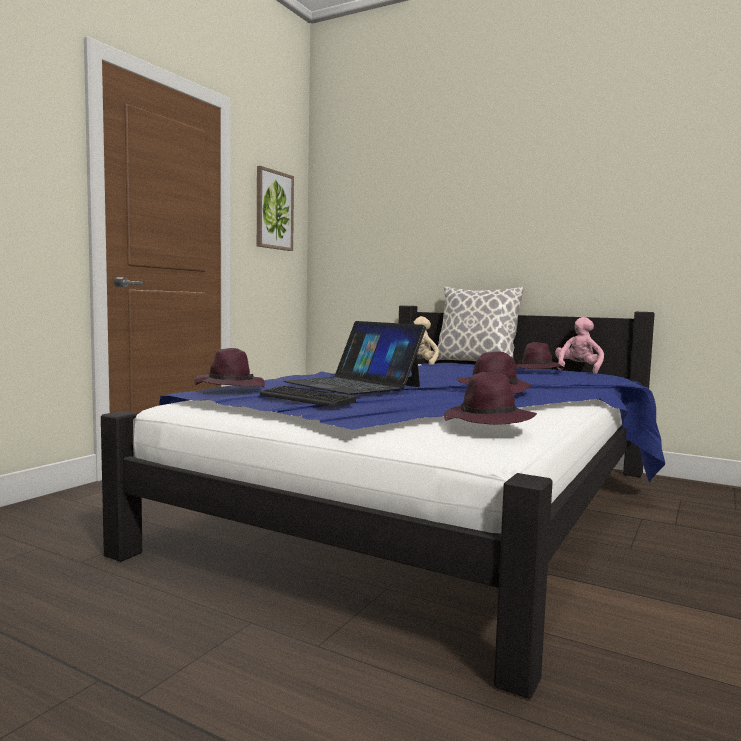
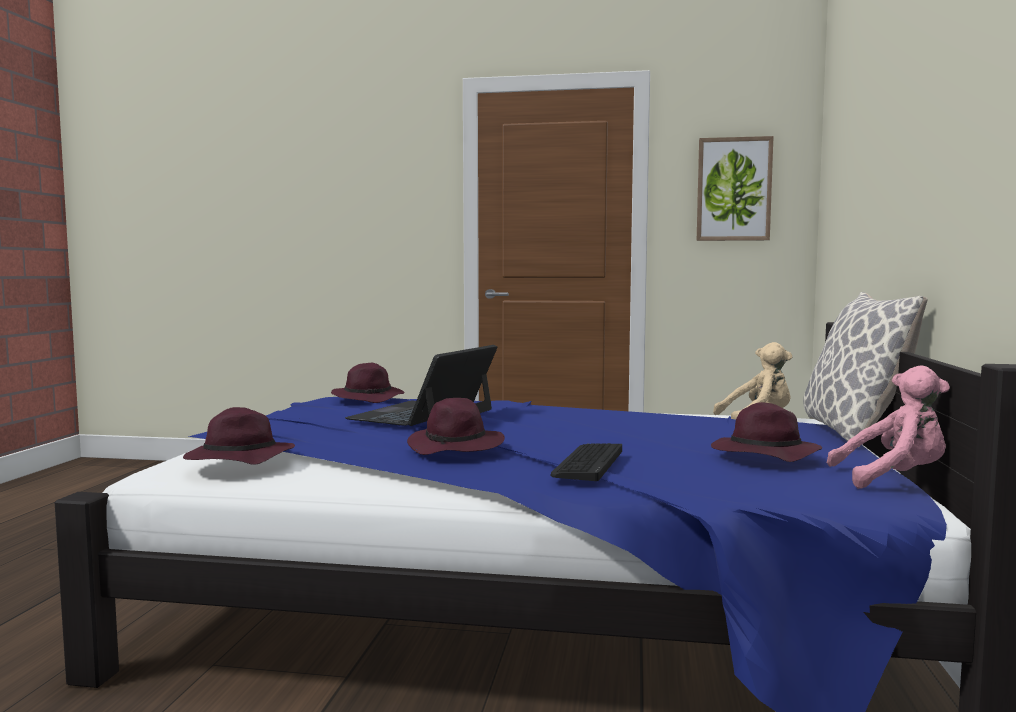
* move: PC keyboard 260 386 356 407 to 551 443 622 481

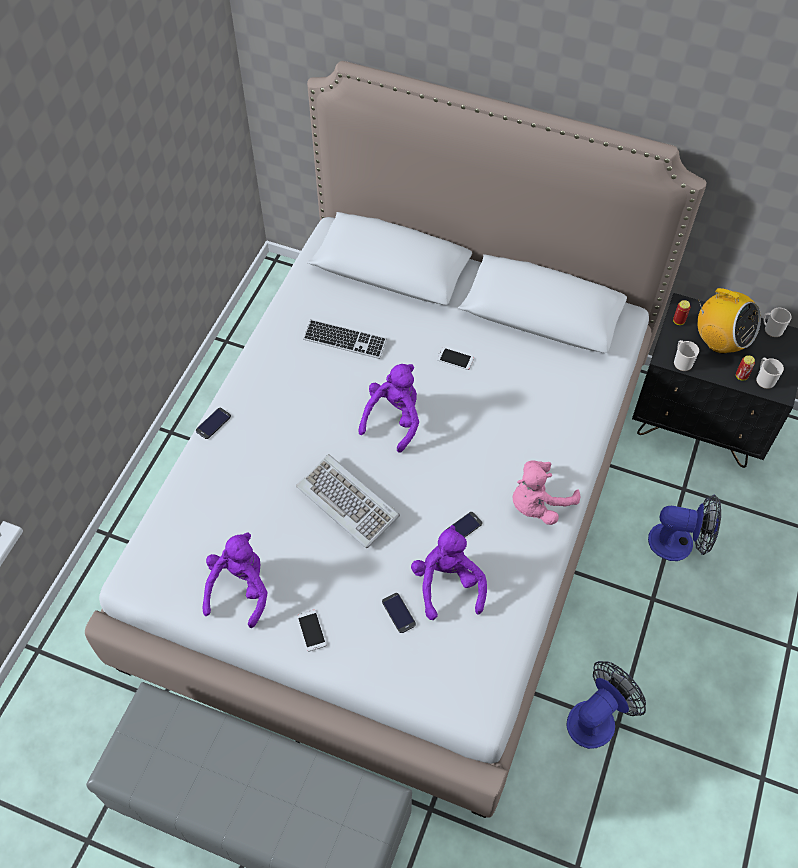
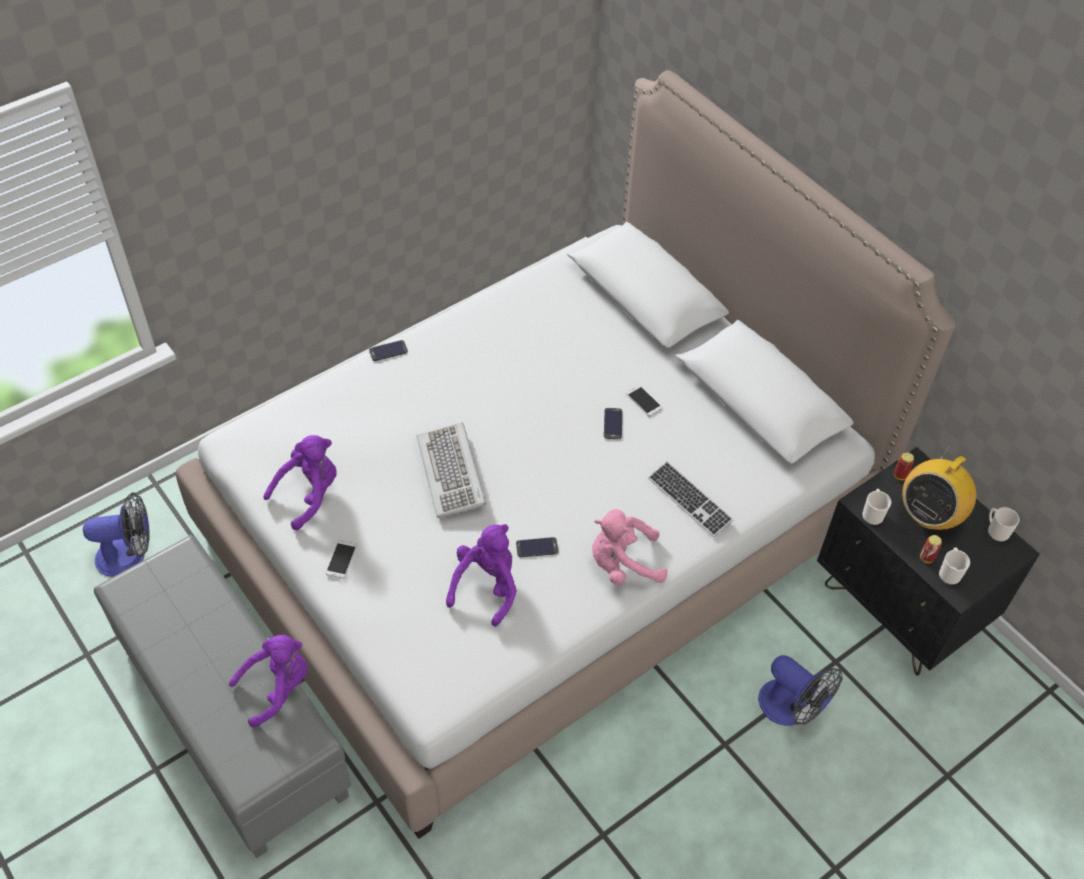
* move: PC keyboard 303 319 387 359 to 648 461 734 537
* move: purple plush toy 358 364 419 453 to 229 635 308 727
* move: handset 382 593 416 633 to 604 408 622 439
* move: cooling fan 566 661 646 749 to 83 492 150 577
* rotate: radio 697 288 761 354 = 902 445 976 530 60 degrees clockwise

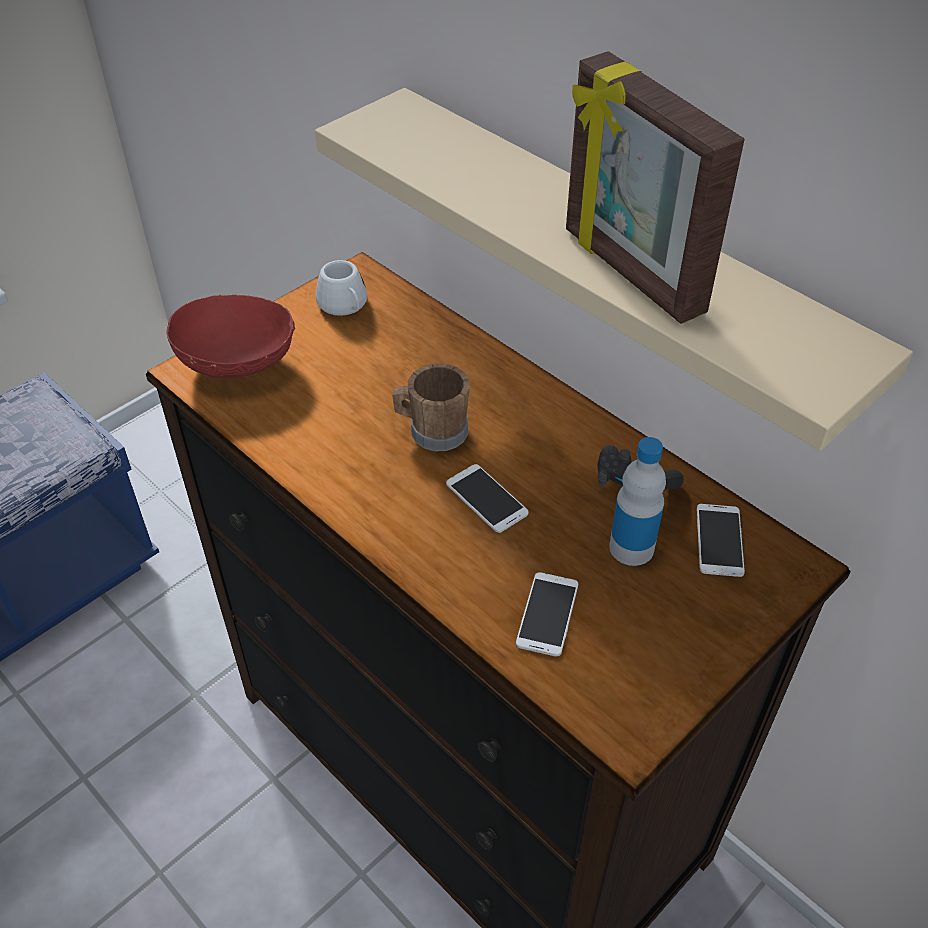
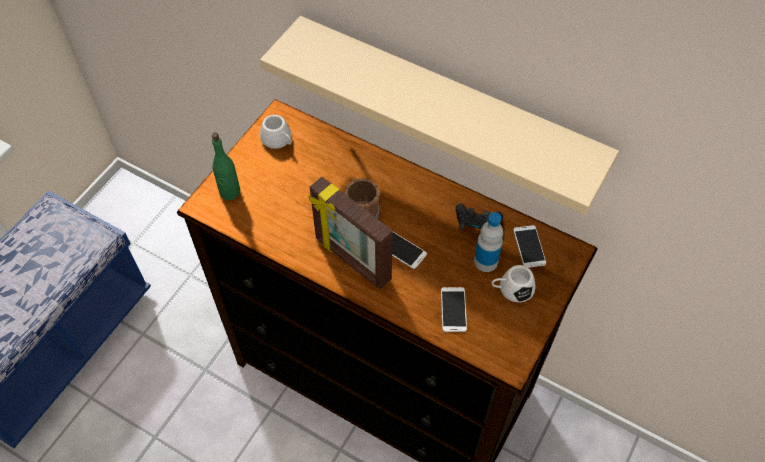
* replace: red-coloured deep dish 166 294 295 378 to green beverage bottle 212 132 240 200
* move: picture frame 566 51 744 324 to 308 177 393 290
* insert: white tea mug 491 265 536 302

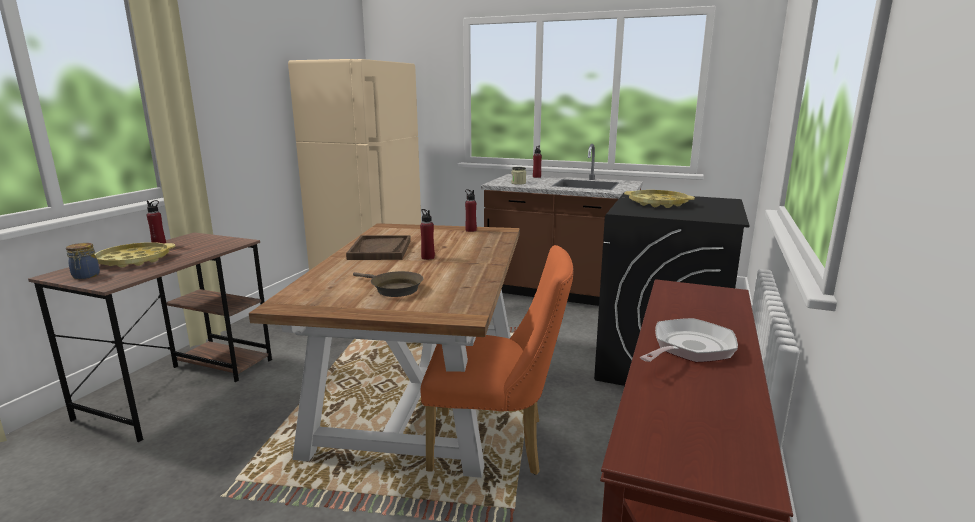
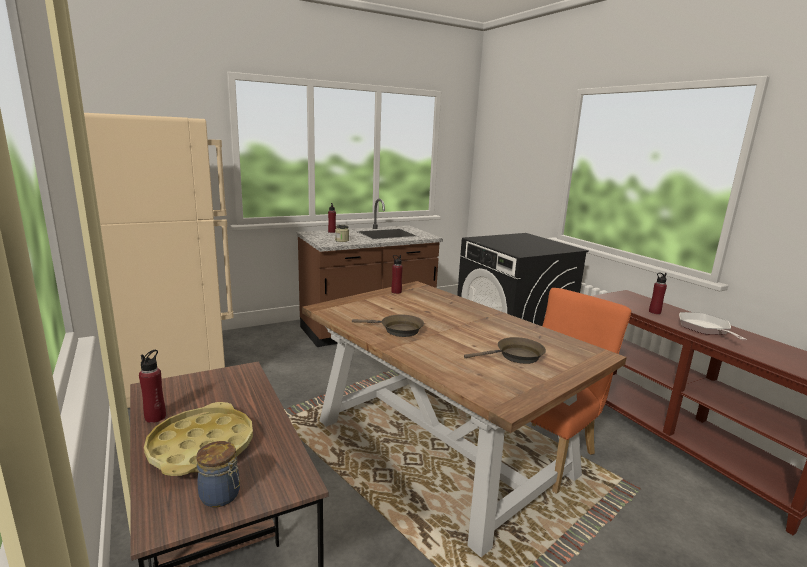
* replace: brownish carrying tray 346 235 411 260 to brownish skillet 352 315 424 337
* move: red-coloured beverage bottle 420 209 435 260 to 649 273 667 314
* delete: yellowish carrying tray 624 190 695 208

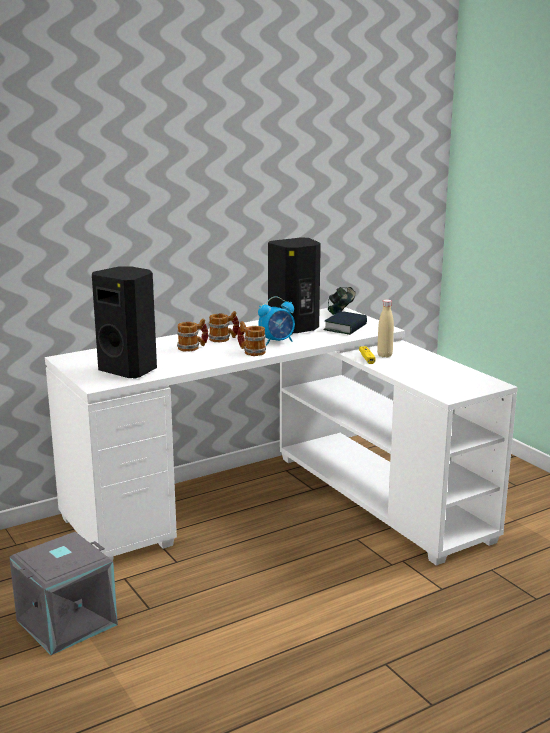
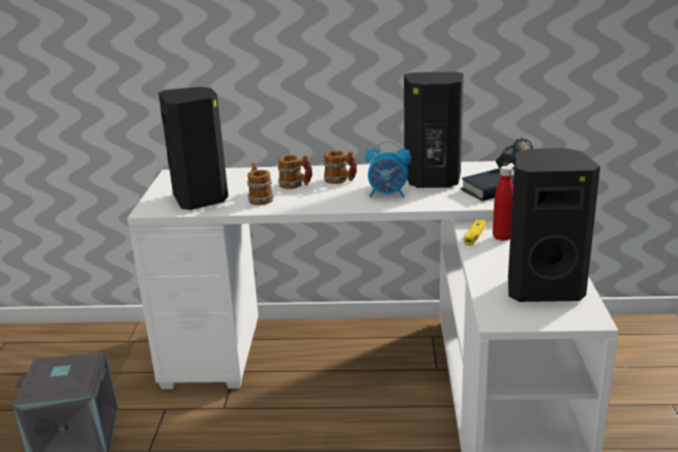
* move: tea mug 237 321 266 356 to 247 162 274 205
* recolor: beige beverage bottle 377 299 394 358 to red-coloured beverage bottle 493 166 513 241
* insert: black-coloured audio speaker 508 148 600 302

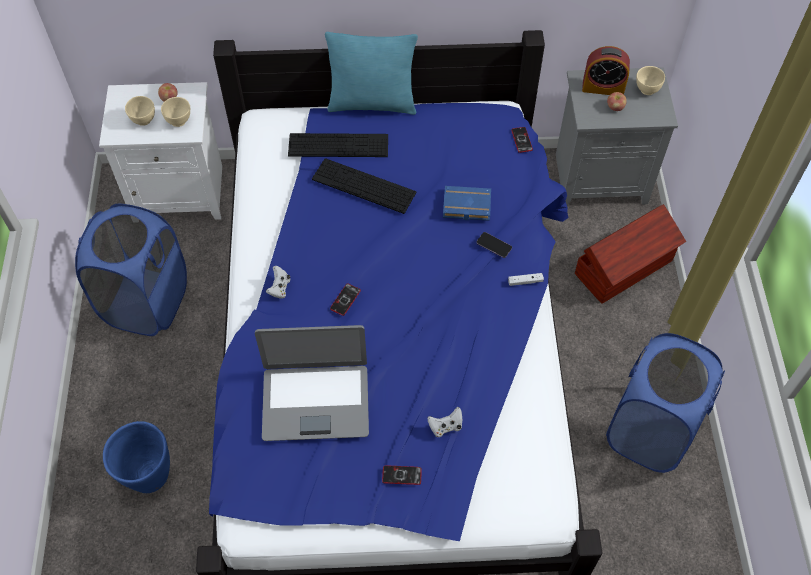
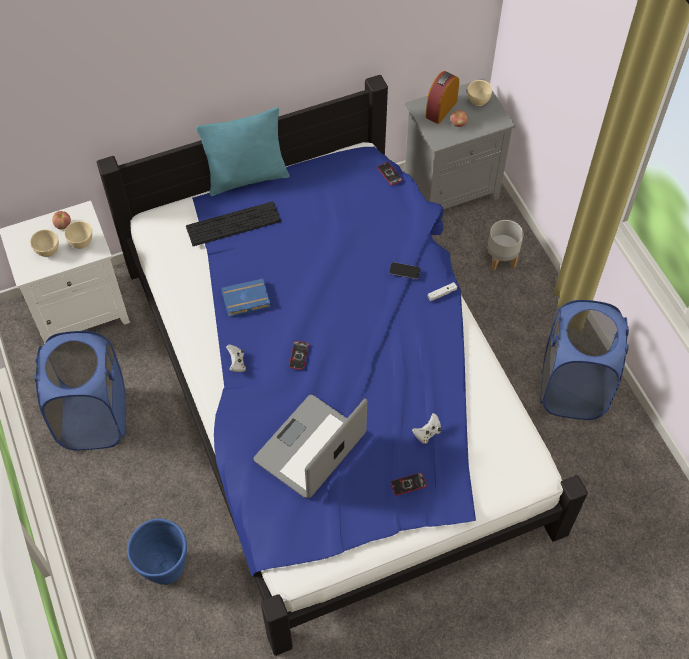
* rotate: laptop 255 325 369 441 = 254 395 367 498 150 degrees clockwise
* delete: PC keyboard 312 158 416 214
* move: blue-coloured volume 443 186 491 221 to 221 279 271 317
* replace: brownish storage container 575 204 686 304 to gray planter 487 220 524 271
* rotate: alarm clock 582 46 630 95 = 426 71 459 124 135 degrees clockwise

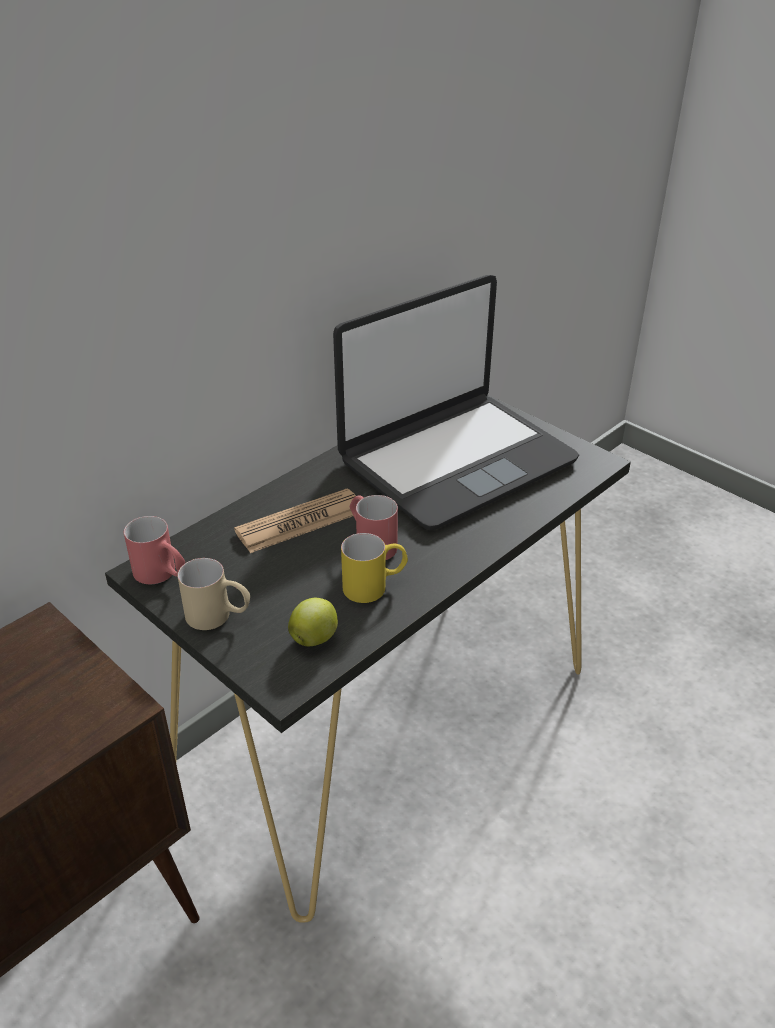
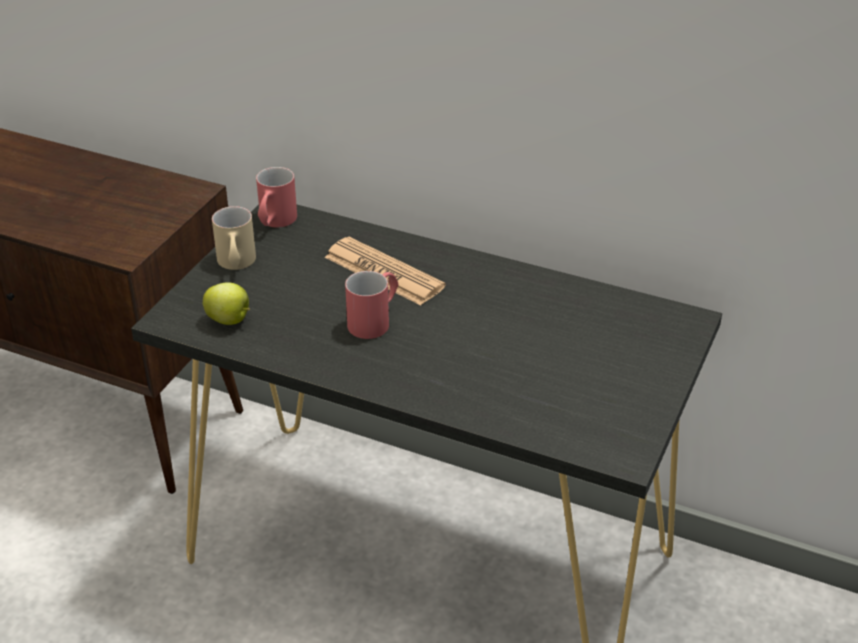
* delete: laptop 333 275 579 530
* delete: yellowish tea mug 341 533 408 603

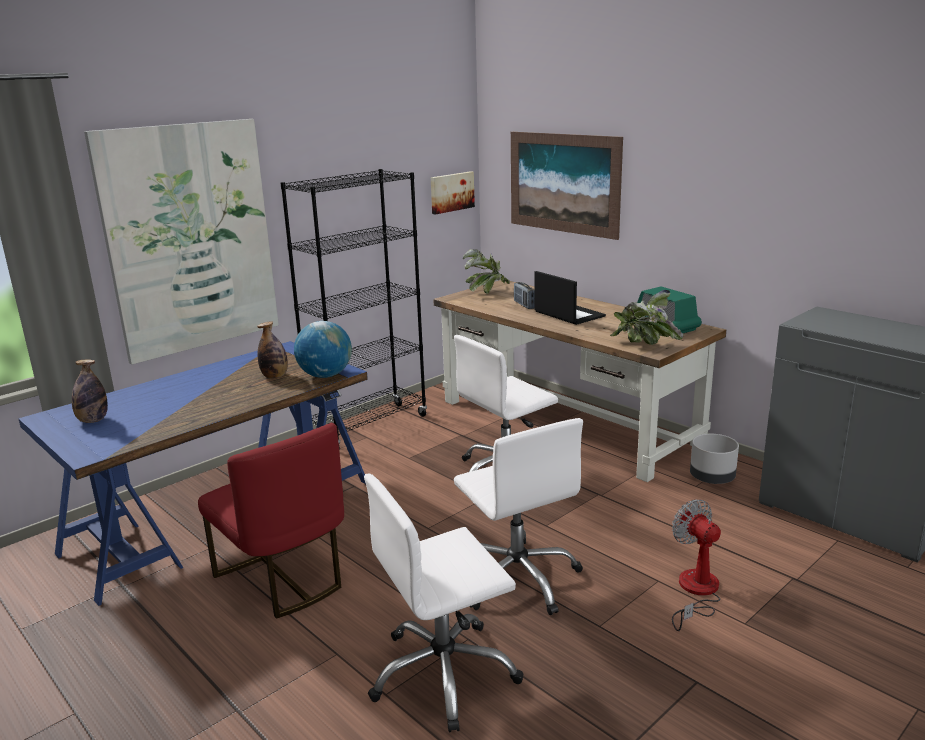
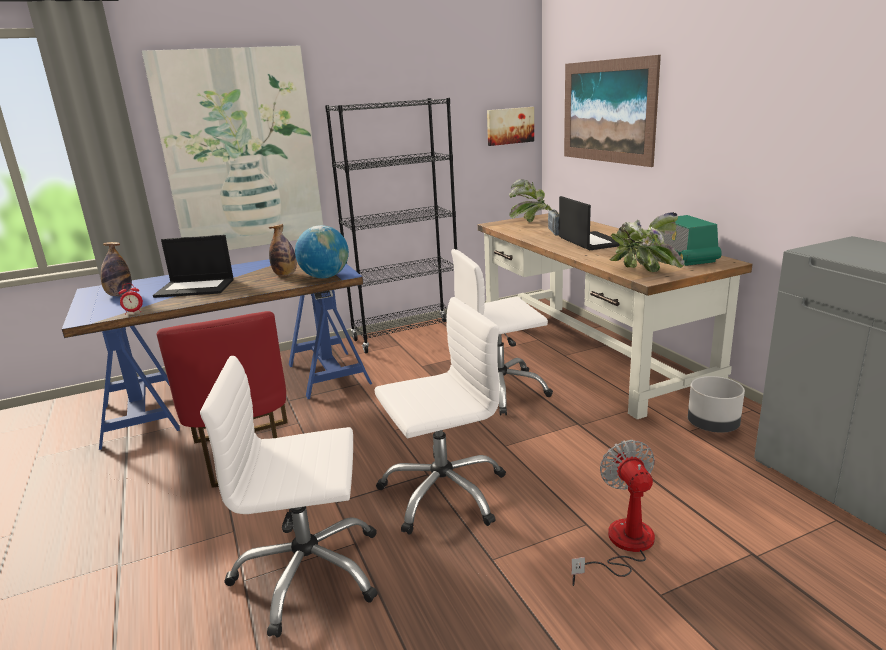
* rotate: white computer chair 454 418 583 615 = 375 297 506 534 105 degrees counterclockwise
* insert: alarm clock 118 283 143 315
* insert: laptop 153 235 233 298

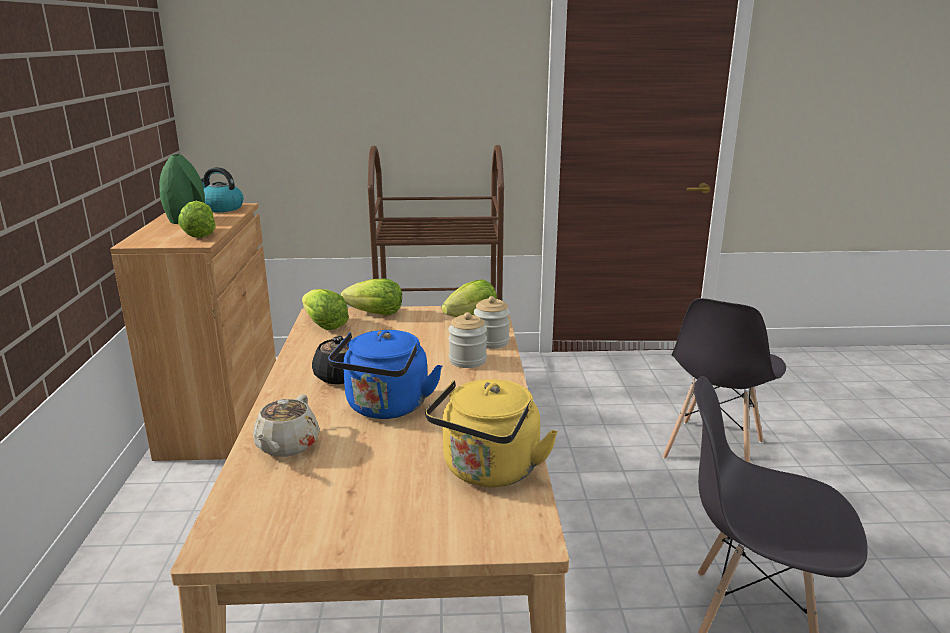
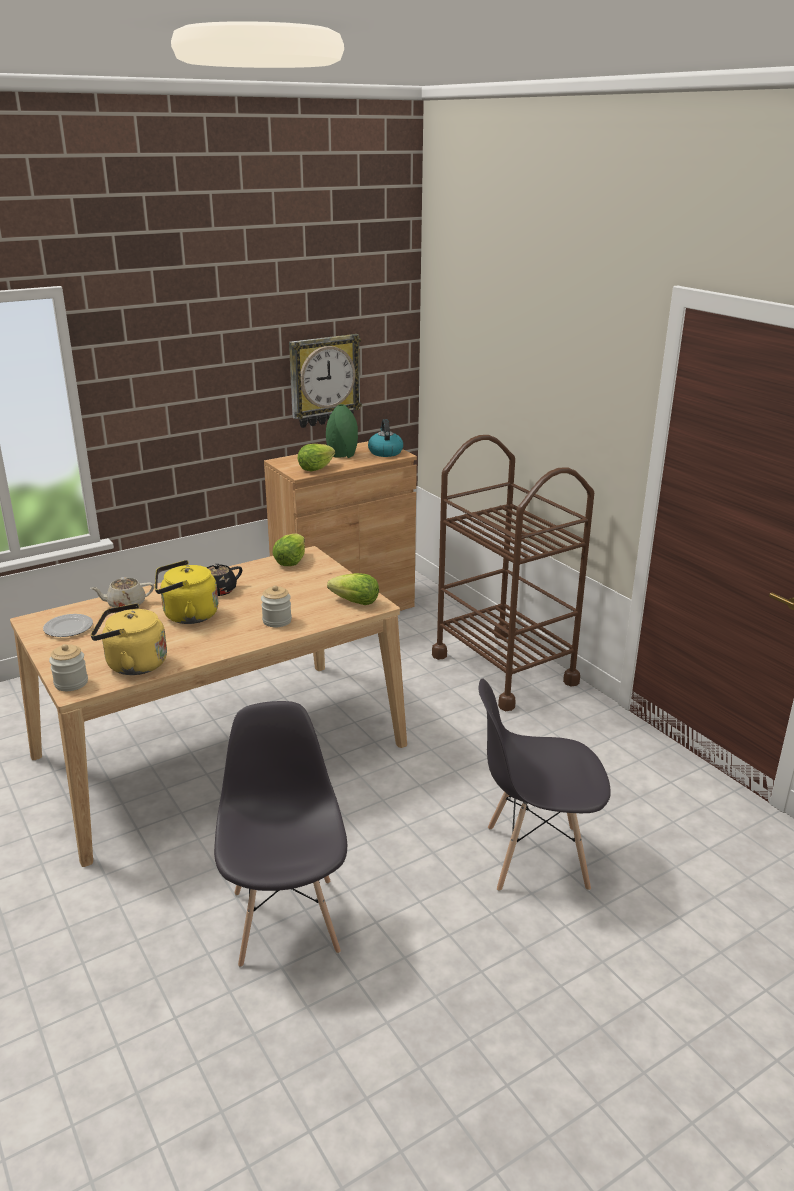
* recolor: blue-coloured tea kettle 328 330 442 419 to yellowish tea kettle 155 560 218 624
* delete: lettuce 341 279 402 315
* move: storage jar 474 296 510 349 to 49 644 88 691
* insert: dinner plate 43 614 93 637
* insert: clock on the wall 289 334 362 428

